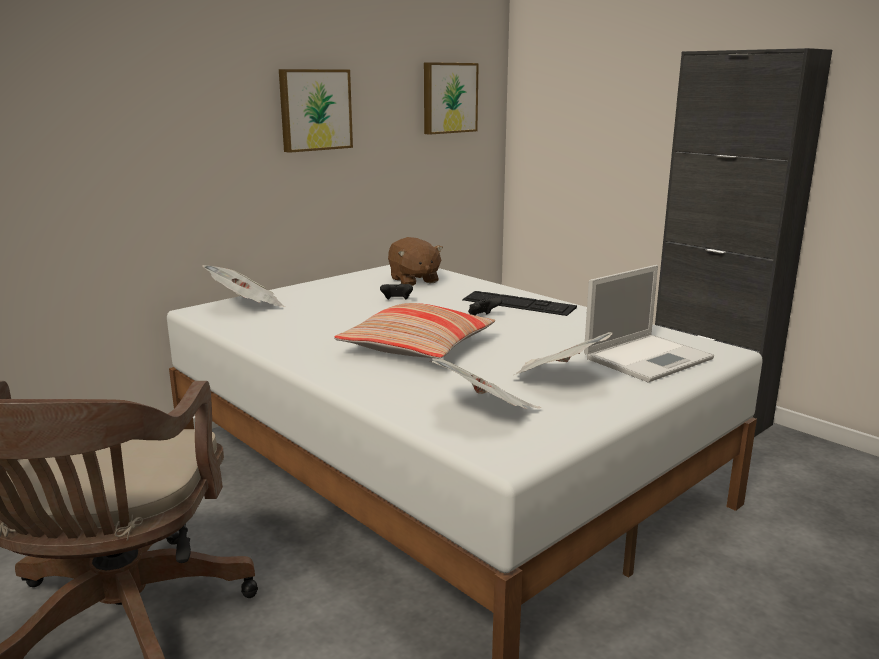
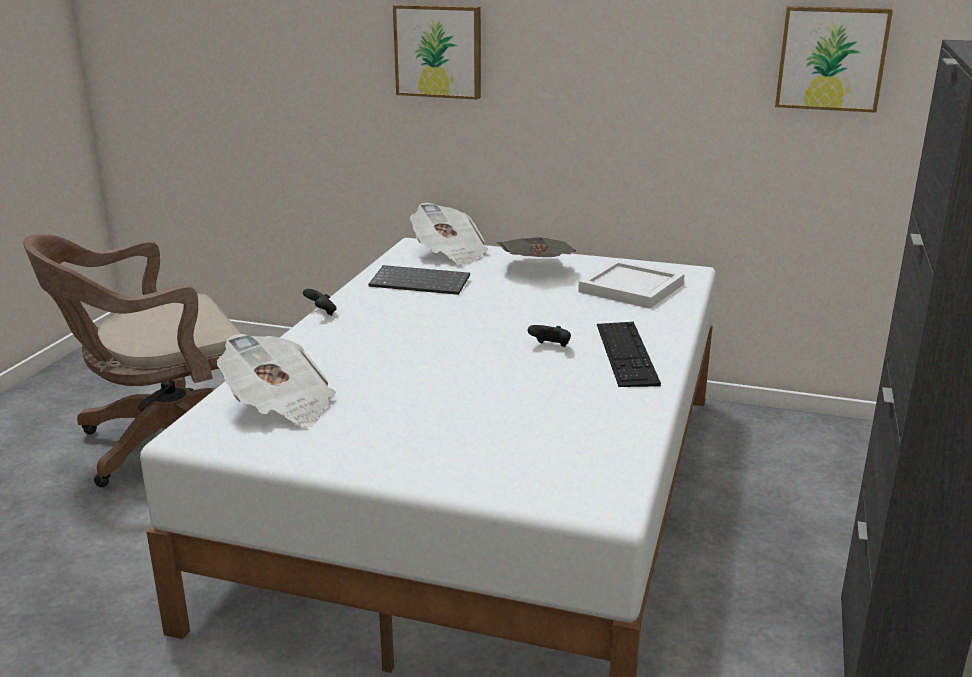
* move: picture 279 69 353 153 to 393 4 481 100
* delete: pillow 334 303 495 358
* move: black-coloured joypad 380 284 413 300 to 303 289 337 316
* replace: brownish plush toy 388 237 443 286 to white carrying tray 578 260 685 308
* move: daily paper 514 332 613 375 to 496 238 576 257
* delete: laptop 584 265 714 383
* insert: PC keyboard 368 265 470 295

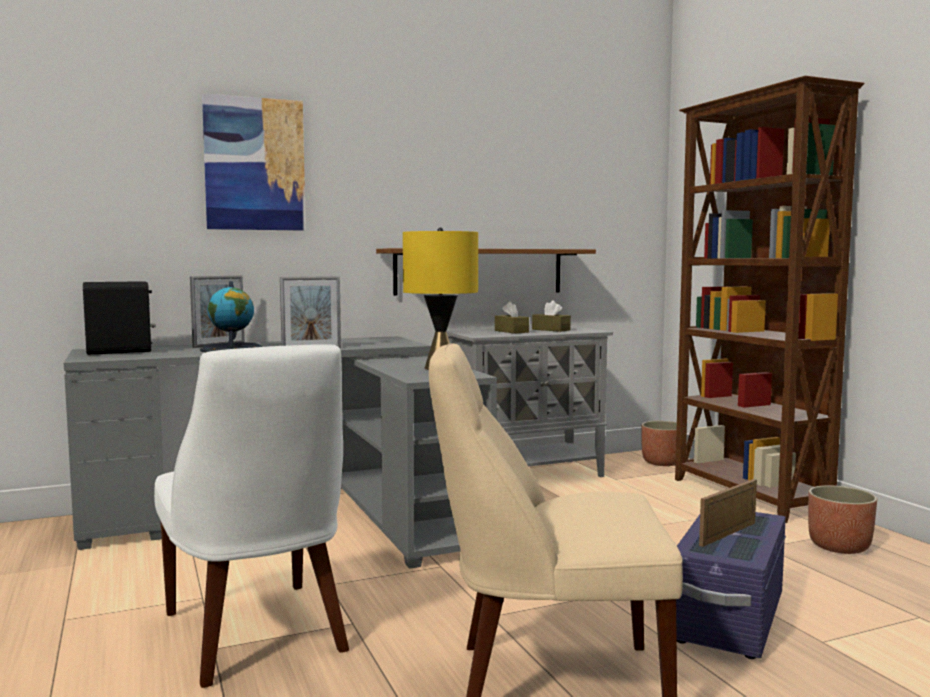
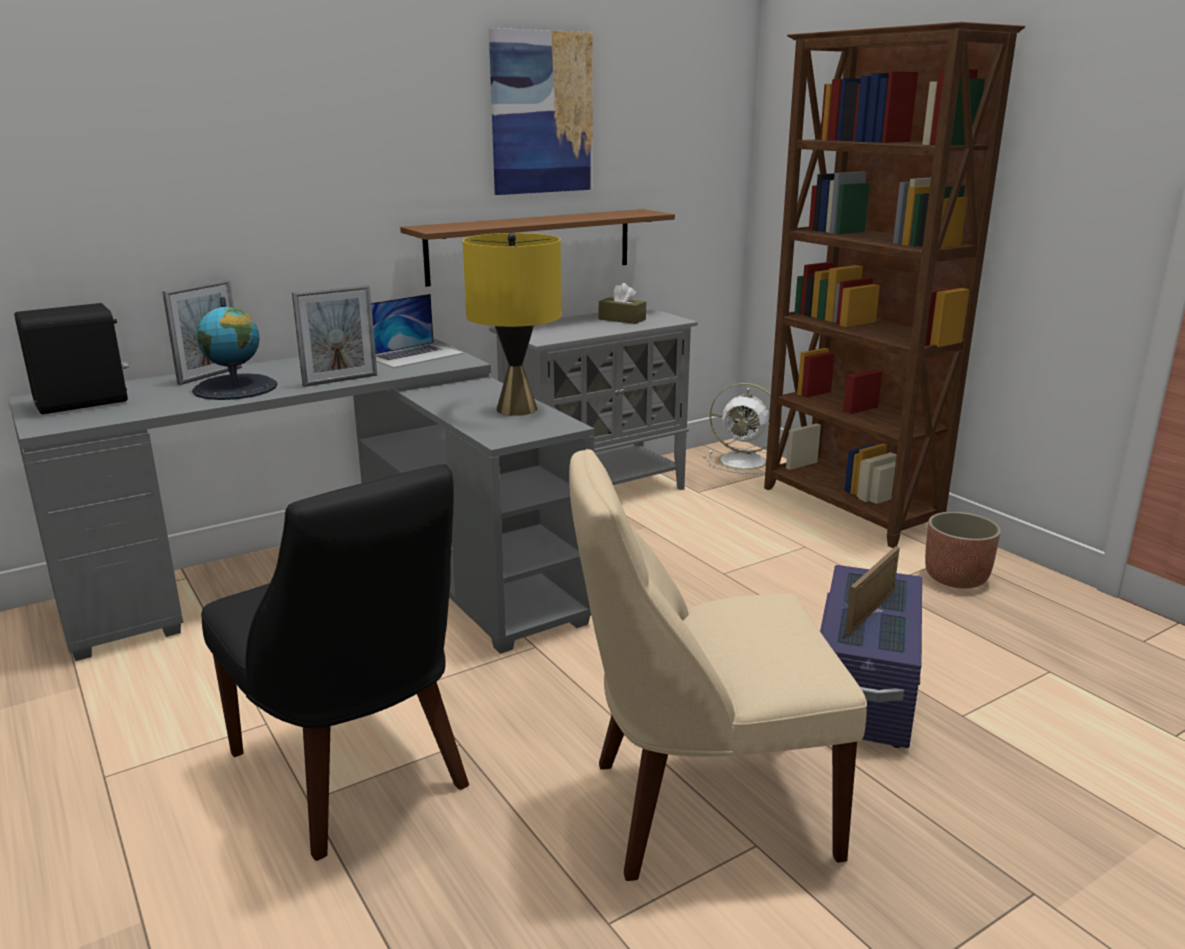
* recolor: white chair 154 344 349 688 to black-coloured chair 201 464 469 861
* move: picture 202 93 306 231 to 489 28 593 195
* delete: brownish box of tissues 495 301 529 334
* replace: planter 641 421 677 466 to white cooling fan 707 383 782 474
* insert: laptop 371 294 465 368

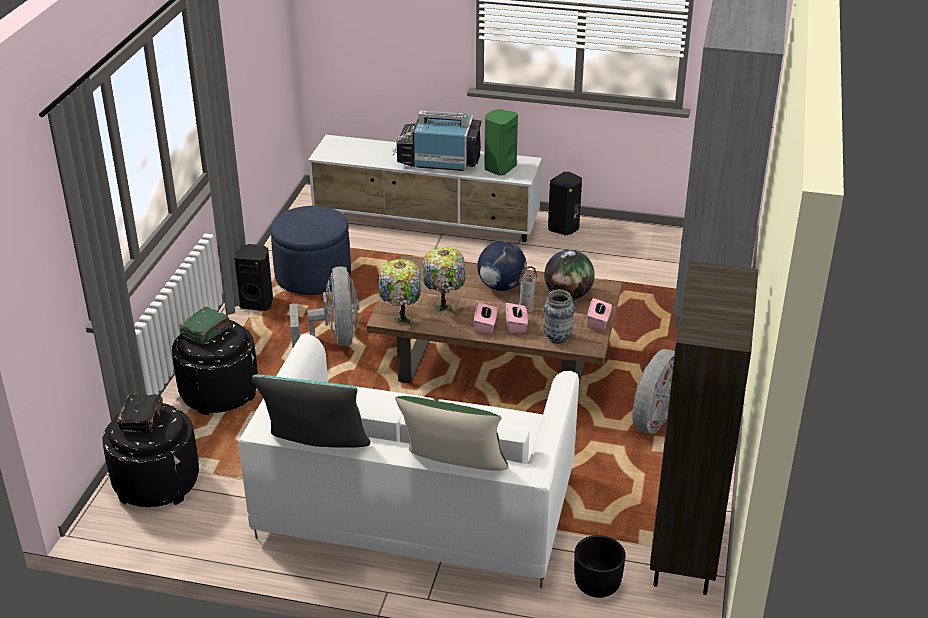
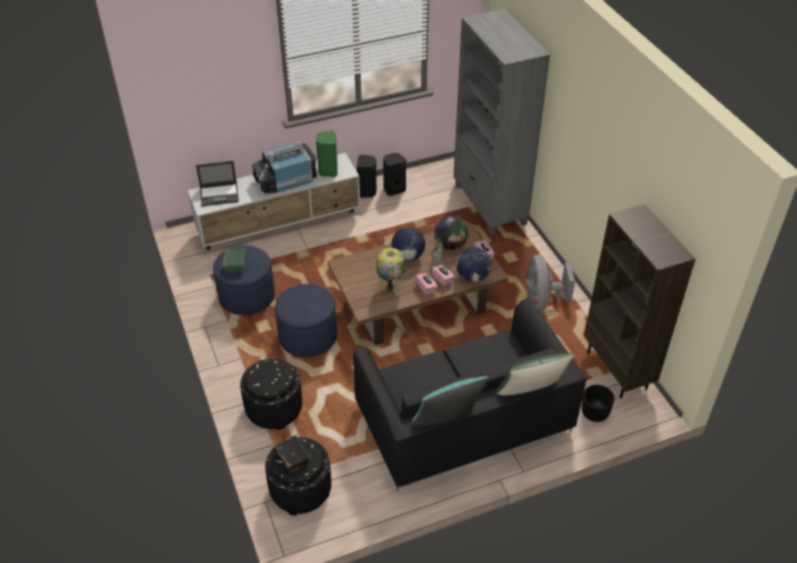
* move: green volume 179 307 230 344 to 223 248 247 272
* move: black-coloured audio speaker 234 244 273 311 to 383 153 406 196
* recolor: white settee 238 334 579 589 to black-coloured settee 353 299 587 491
* replace: gray cooling fan 290 266 359 348 to blue-coloured ottoman 275 284 337 357
* delete: lamp for a table 378 259 421 326
* replace: decorative vase 543 289 575 344 to globe 456 248 491 282
* insert: laptop 196 161 239 206

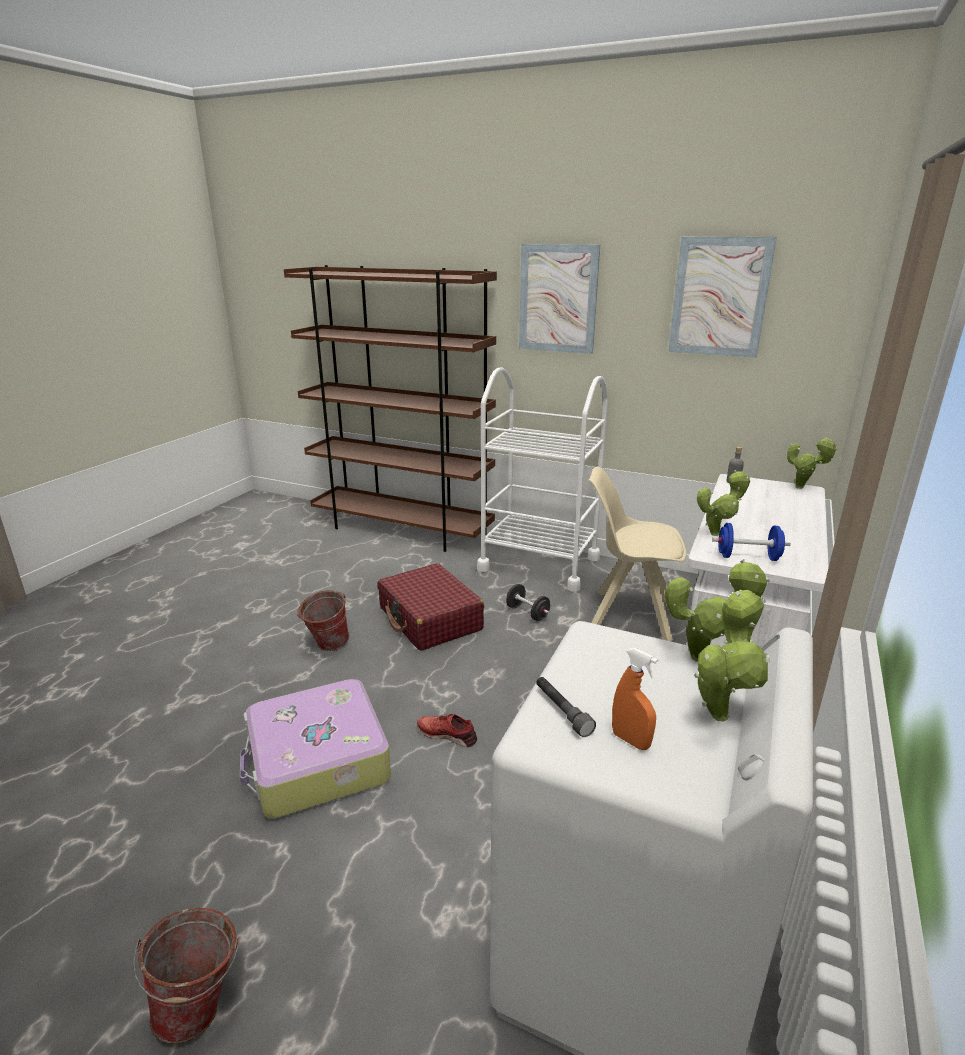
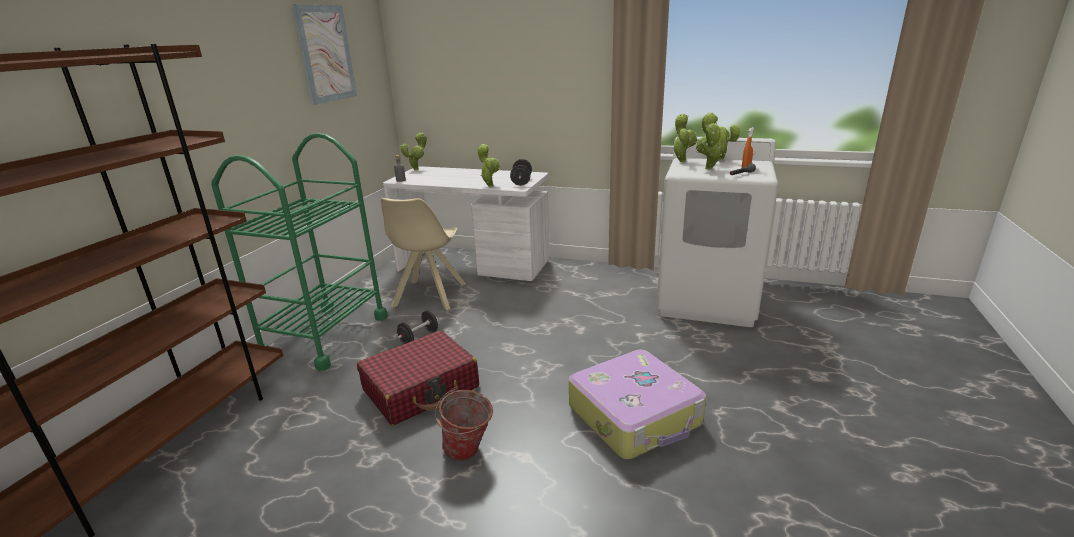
* delete: water bucket 133 908 239 1044
* delete: red-coloured shoe 417 714 477 747
* recolor: white wheeled cart 477 367 609 592 to green wheeled cart 211 133 388 371
* delete: picture 519 244 600 354
* recolor: blue-coloured free weight 712 523 791 561 to black-coloured free weight 510 159 532 186
* insert: potted plant 696 122 722 170

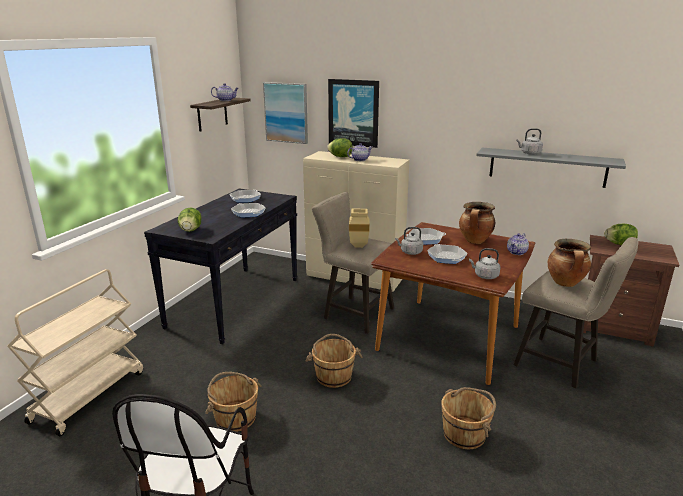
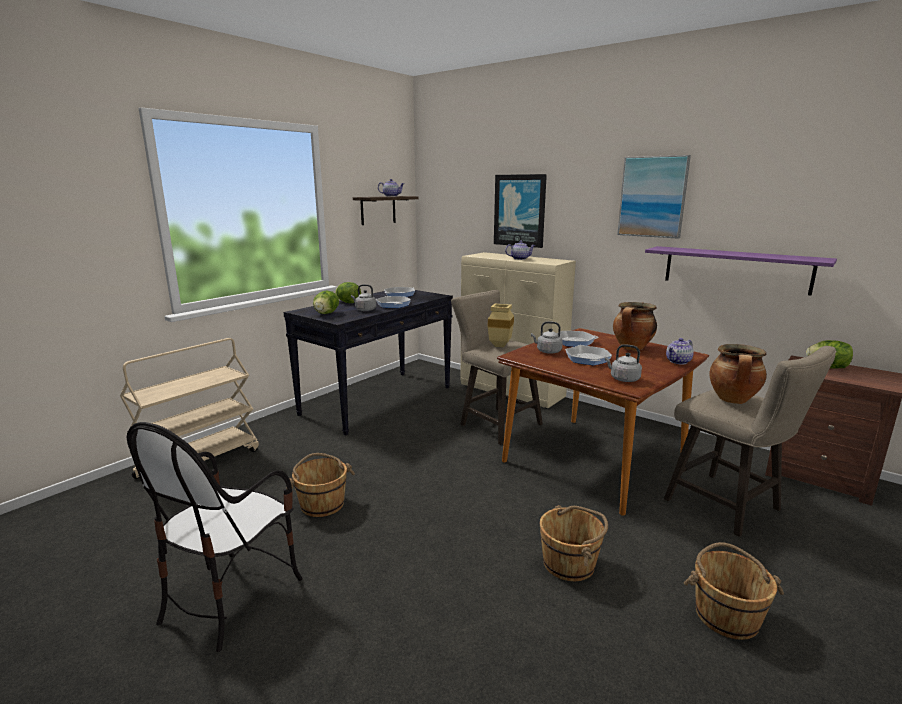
* move: picture 263 82 308 144 to 617 155 691 239
* move: brownish water bucket 306 334 362 388 to 684 542 784 640
* move: lettuce 327 138 353 157 to 335 282 361 303
* recolor: gray bracket shelf 476 148 626 188 to purple bracket shelf 645 246 837 296
* move: gray tea kettle 516 128 543 155 to 351 284 376 311

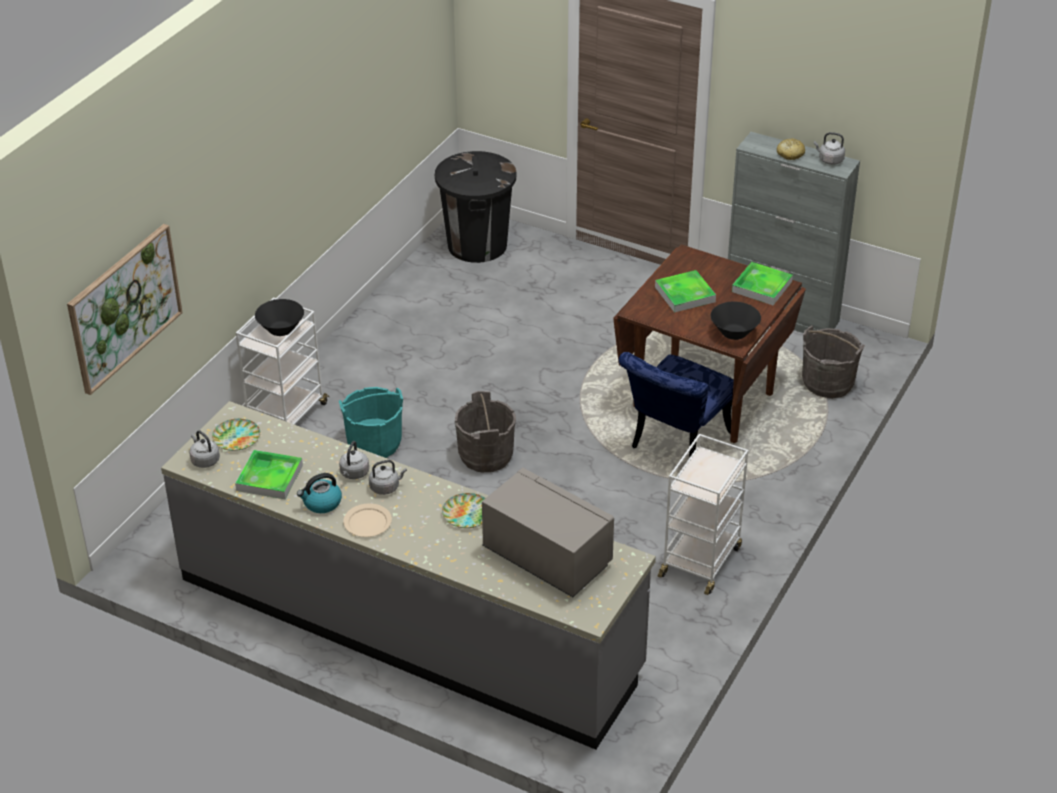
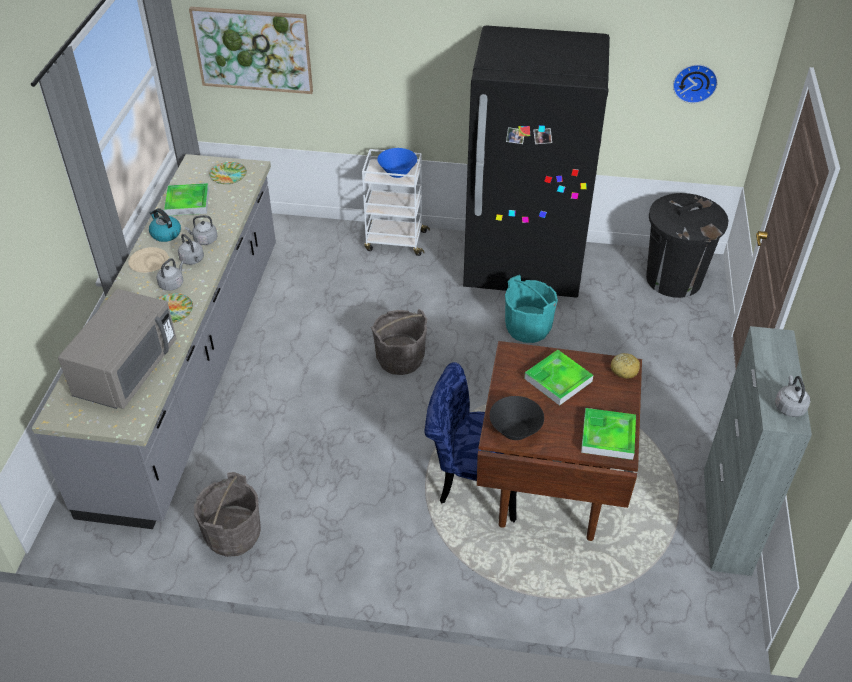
* move: gray tea kettle 189 430 220 468 to 156 258 184 291
* recolor: black-coloured deep dish 255 299 304 336 to blue-coloured deep dish 377 148 417 178
* move: turquoise-coloured water bucket 339 387 403 458 to 505 275 558 343
* delete: white wheeled cart 658 434 748 595
* move: bread 777 138 805 160 to 611 353 640 379
* move: gray water bucket 802 326 865 399 to 194 472 261 557
* insert: black-coloured refrigerator 463 25 610 298
* insert: clock on the wall 673 64 718 103

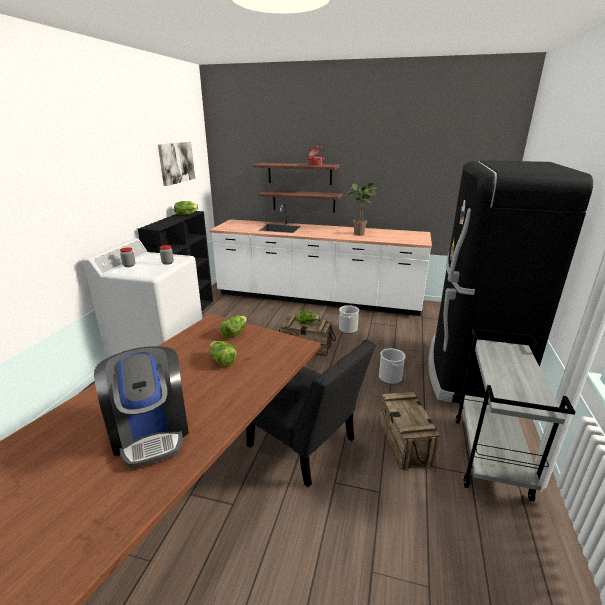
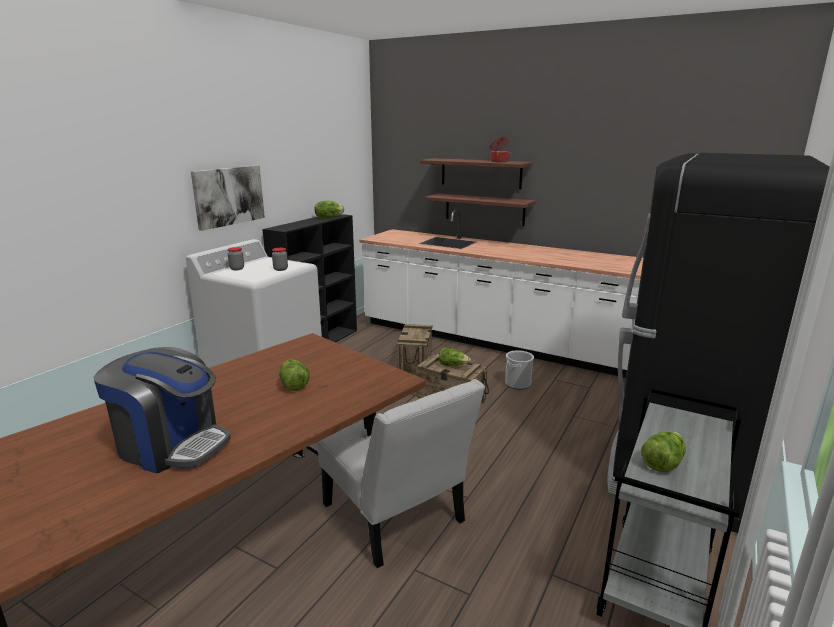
* rotate: coffee machine 94 346 189 468 = 93 347 231 473 60 degrees counterclockwise
* move: picture 158 142 195 186 to 191 165 265 231
* move: lettuce 220 316 247 338 to 641 431 686 472
* recolor: black-coloured chair 246 340 376 488 to white chair 318 379 485 568
* delete: potted plant 346 183 379 236
* delete: water bucket 379 348 406 384
* move: packing crate 379 392 440 471 to 396 324 433 375

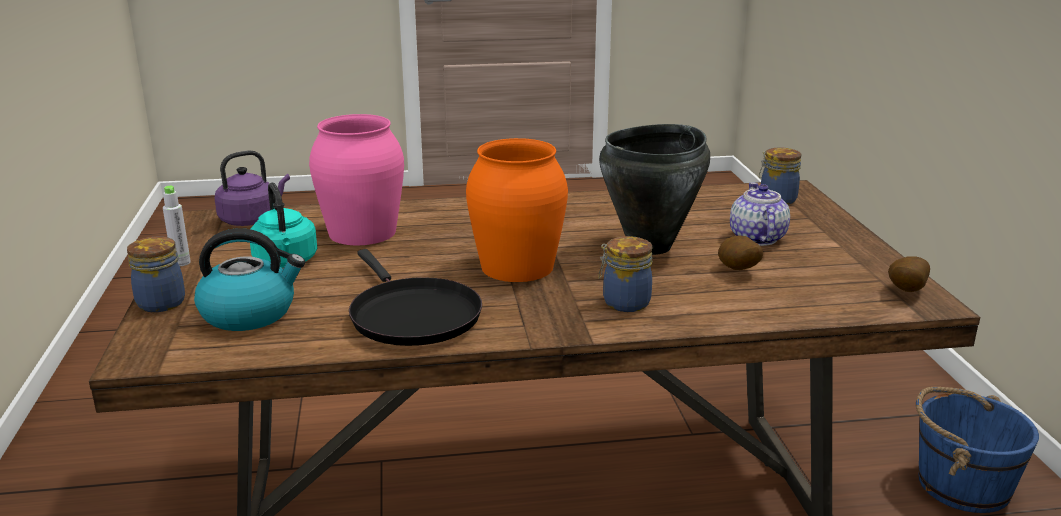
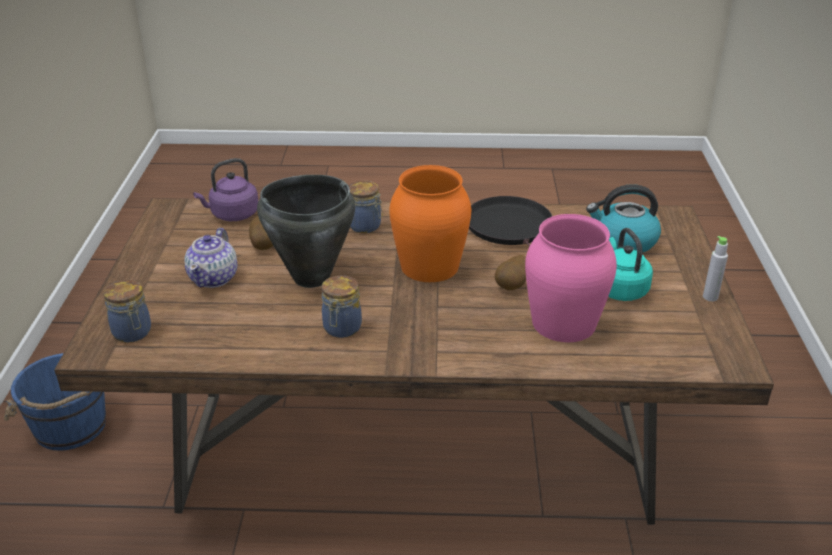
* move: storage jar 127 237 185 312 to 322 275 362 338
* move: purple tea kettle 214 150 290 226 to 193 158 258 221
* move: whole potato 888 256 930 292 to 495 255 526 290

